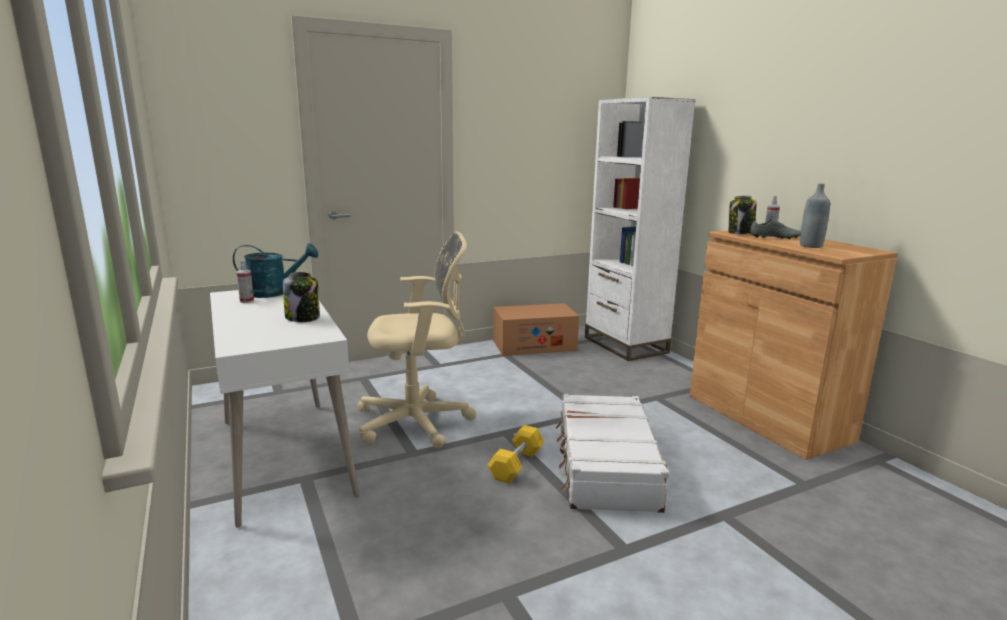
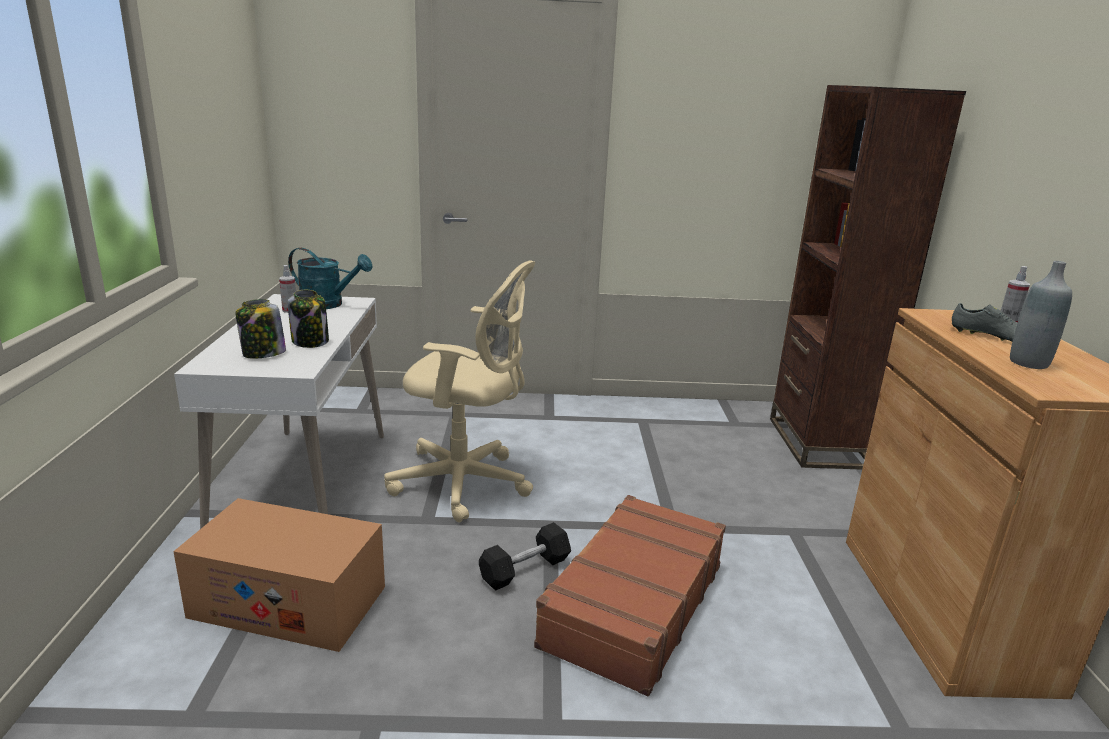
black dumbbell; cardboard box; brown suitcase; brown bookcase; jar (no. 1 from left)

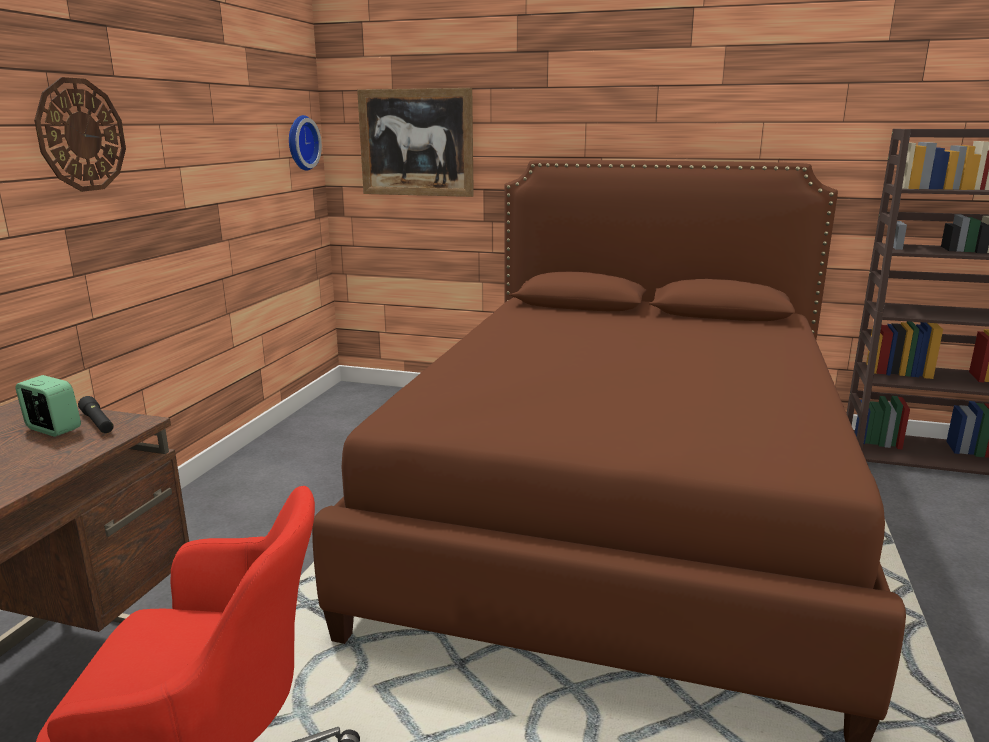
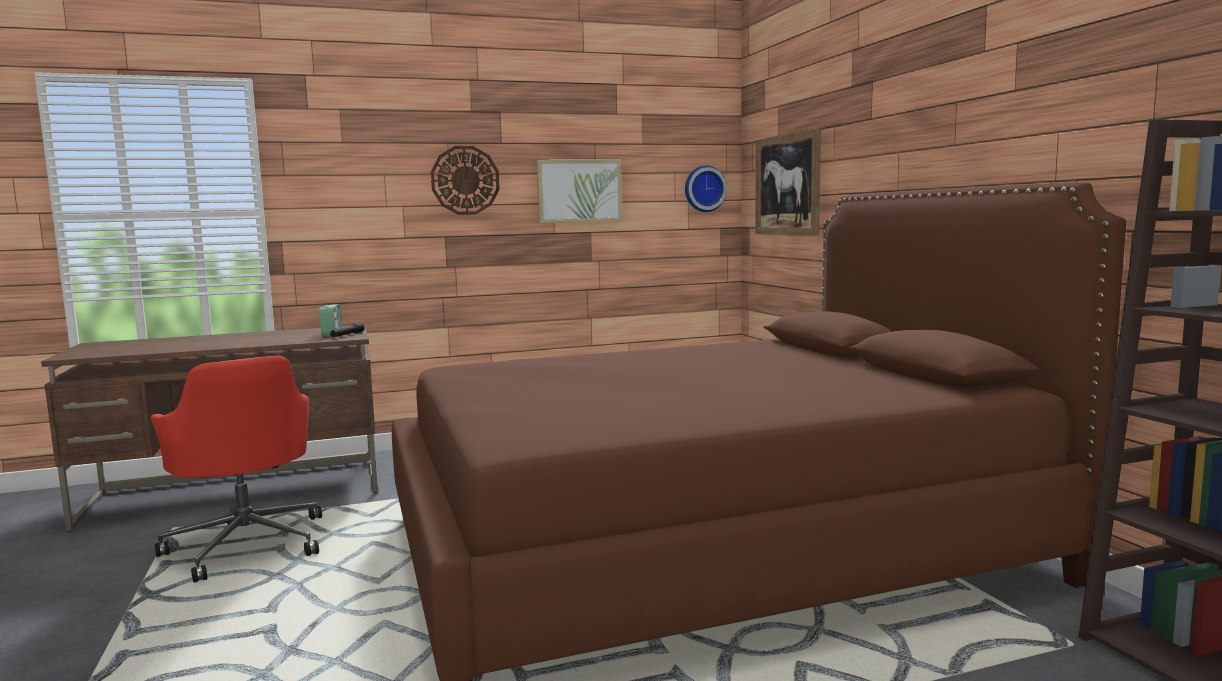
picture (no. 1 from left)

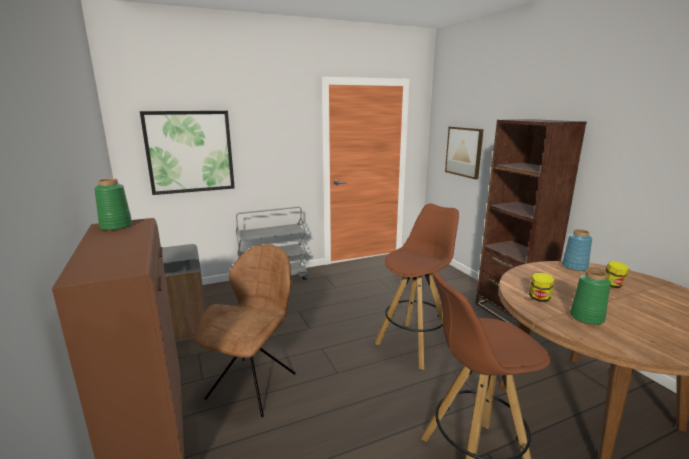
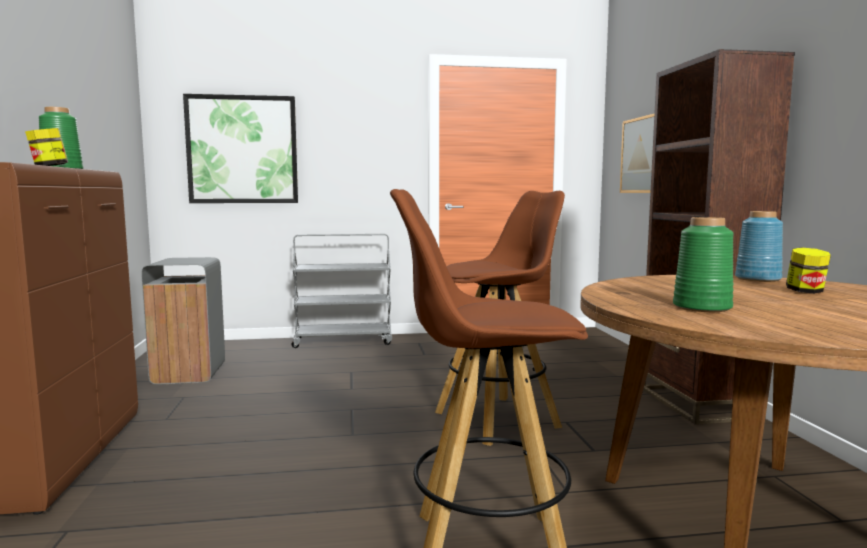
brown chair; jar (no. 1 from left)

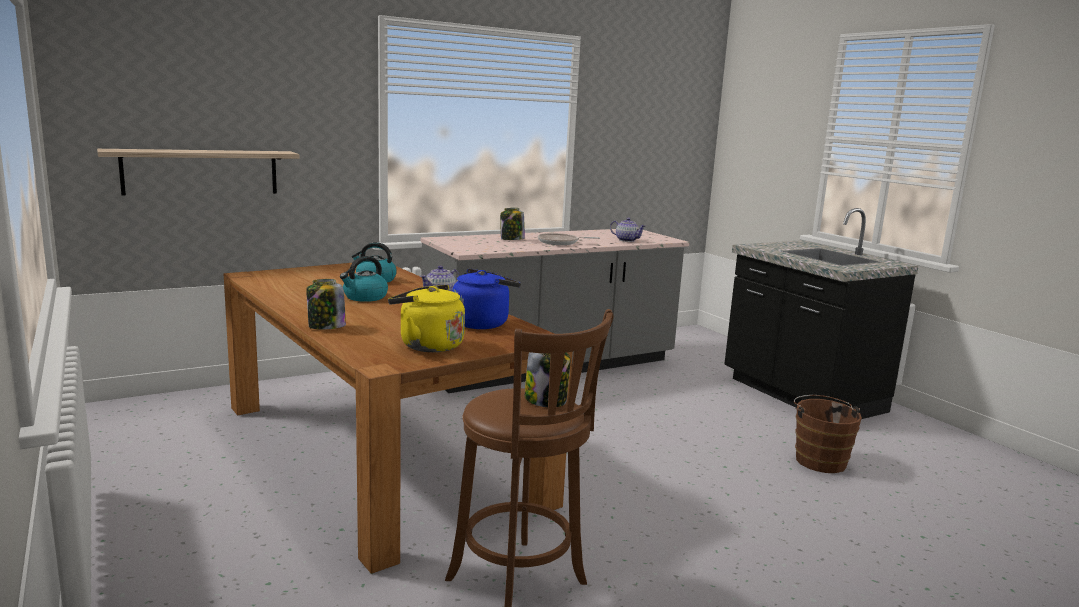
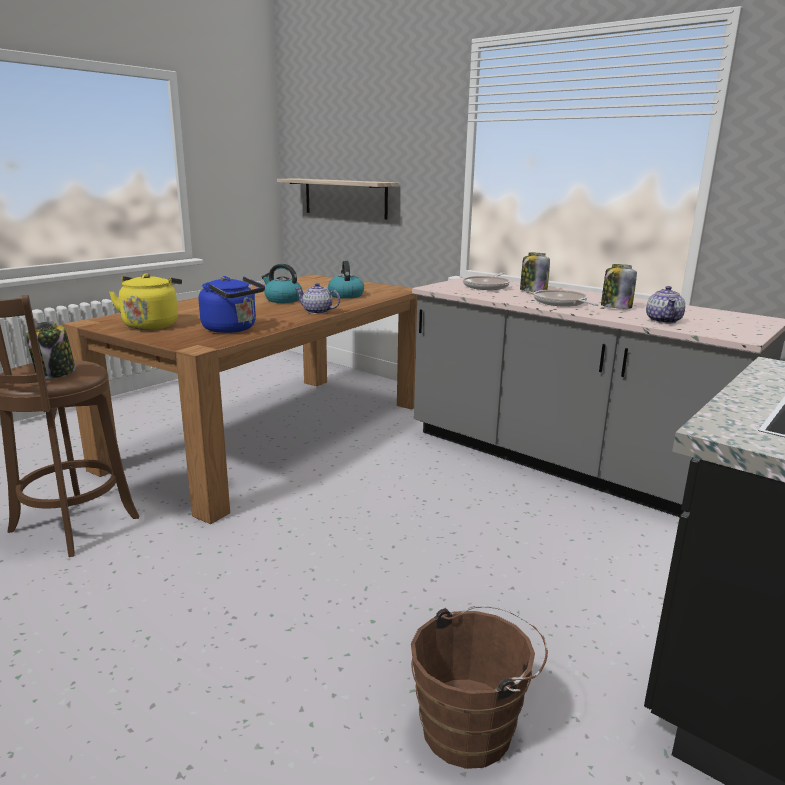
jar (no. 3 from left); frying pan (no. 1 from left)

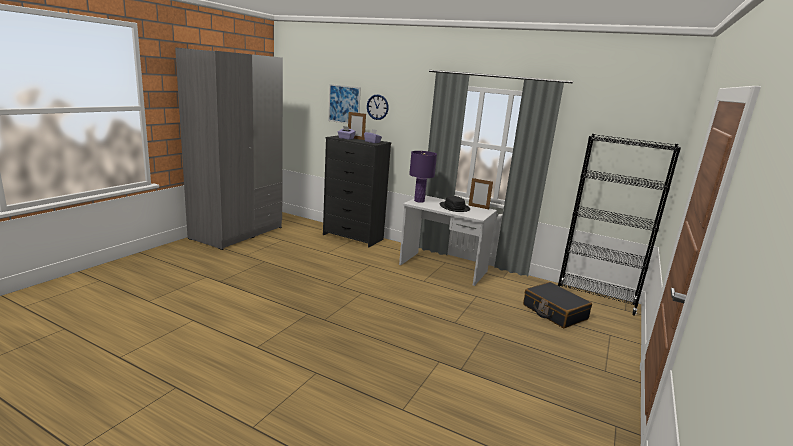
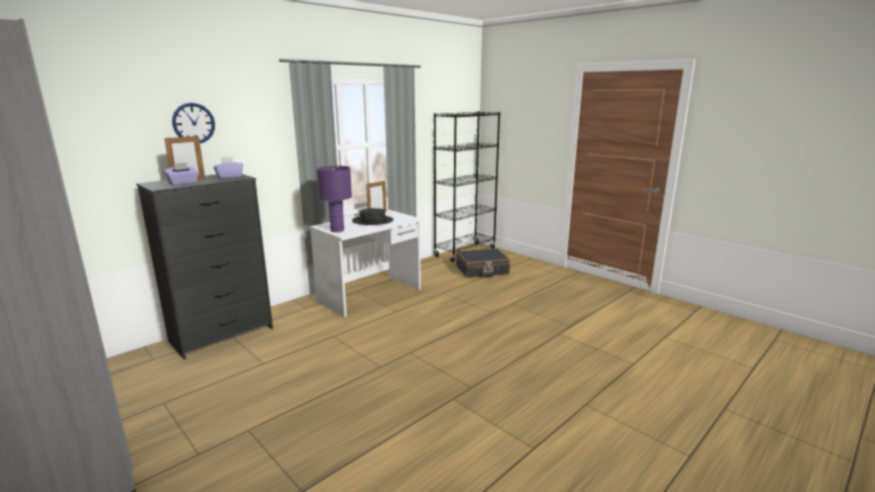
picture

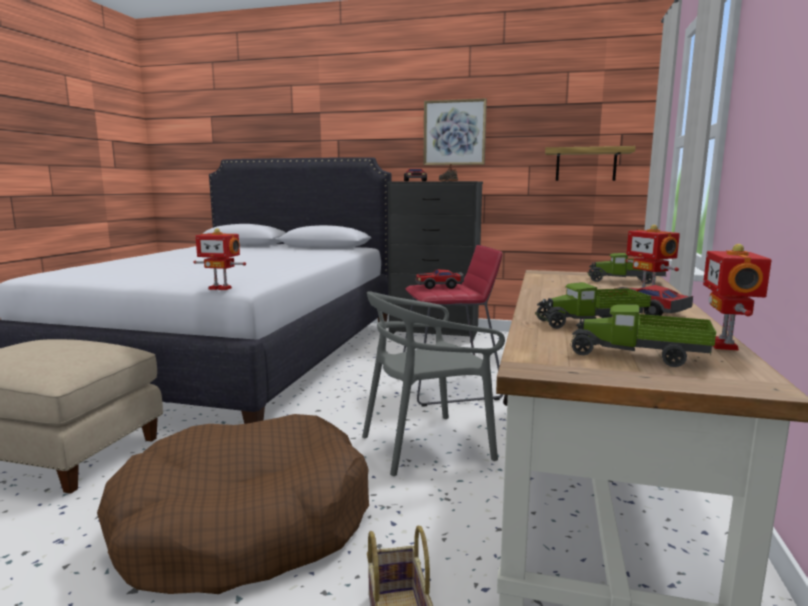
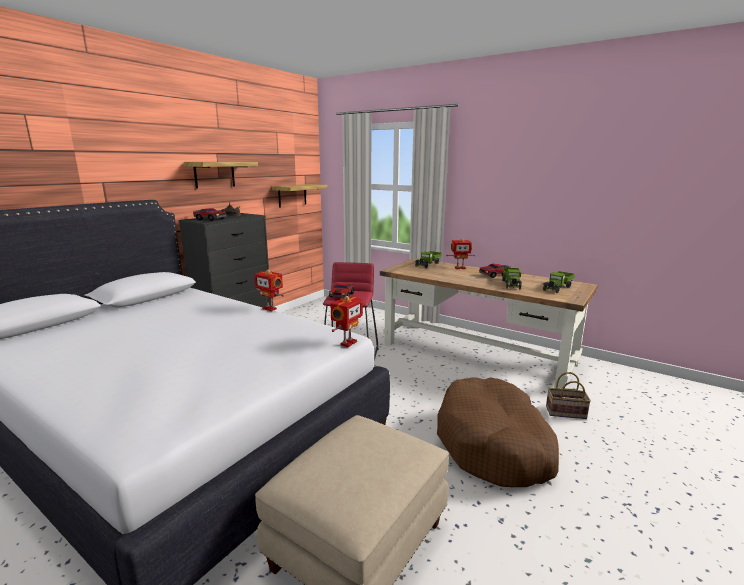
grey chair; shelf (no. 1 from left); toy robot (no. 1 from left)

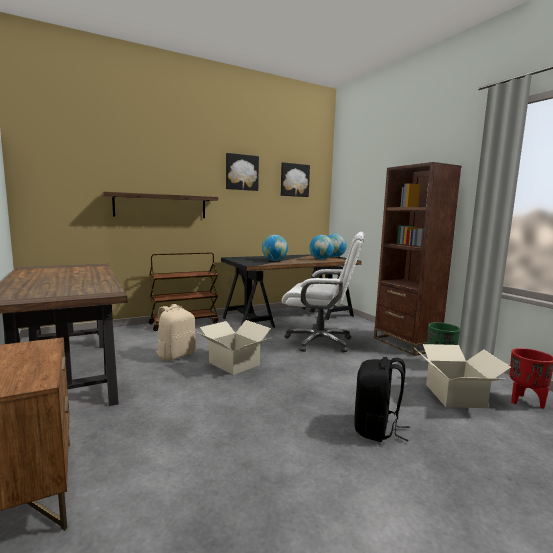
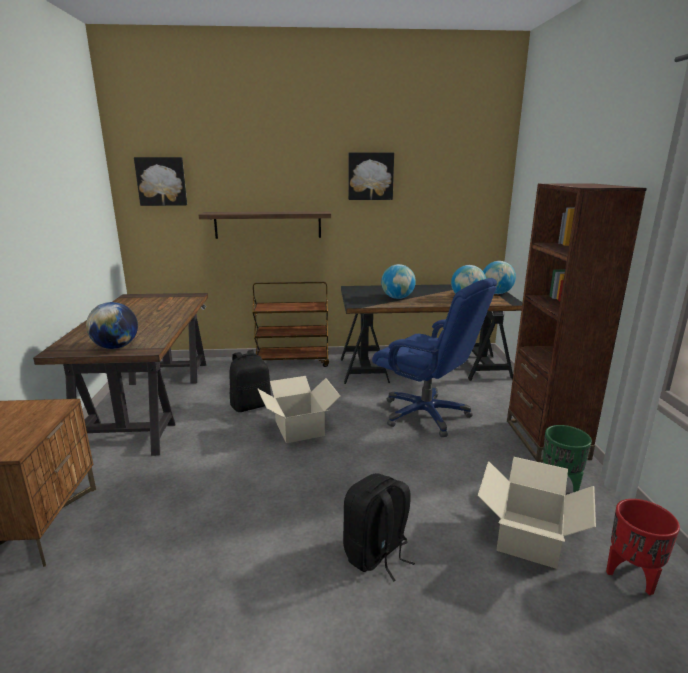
black backpack (no. 1 from left); picture (no. 1 from left); blue office chair; globe (no. 1 from left)

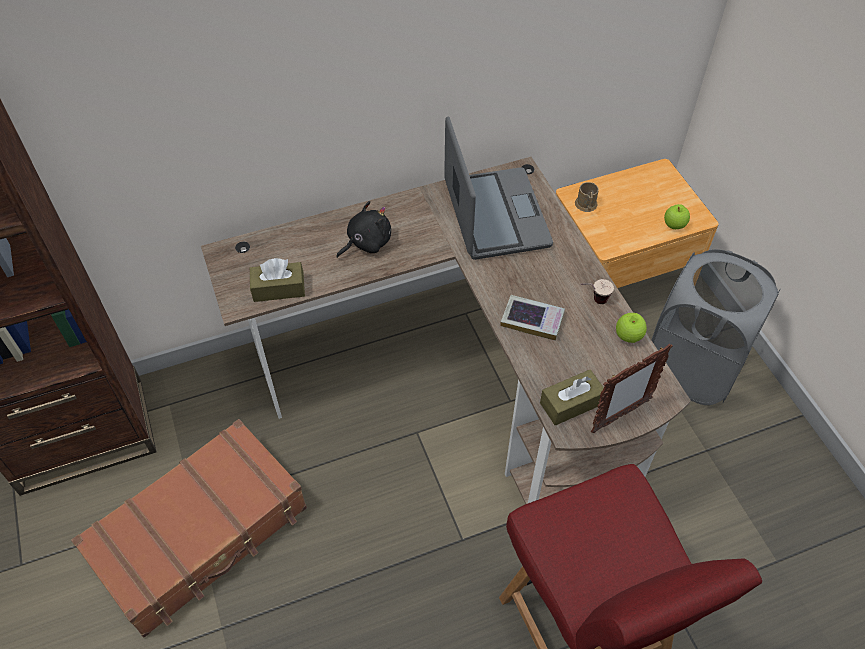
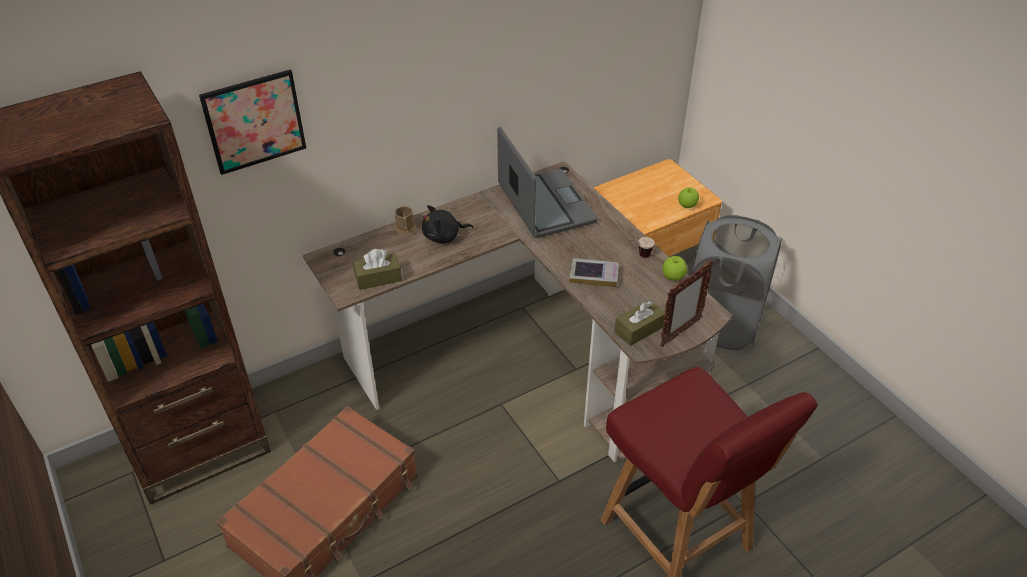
black plush toy; brown mug; picture

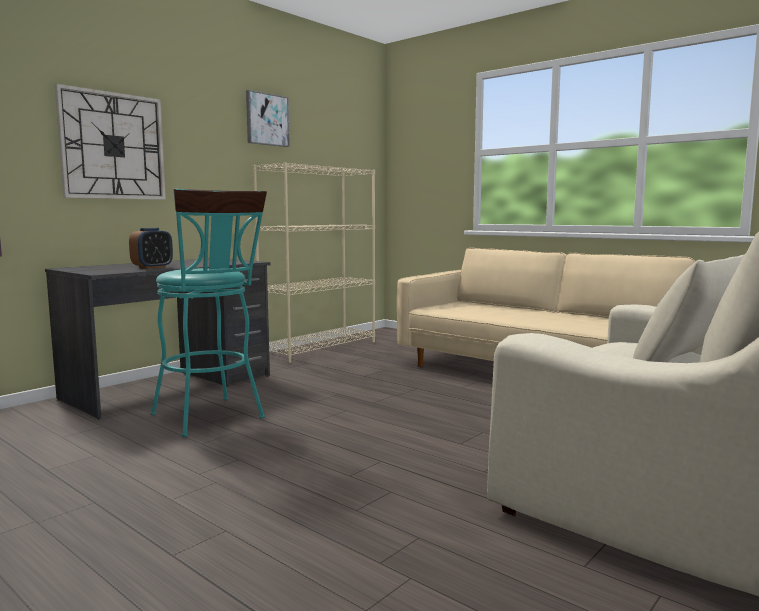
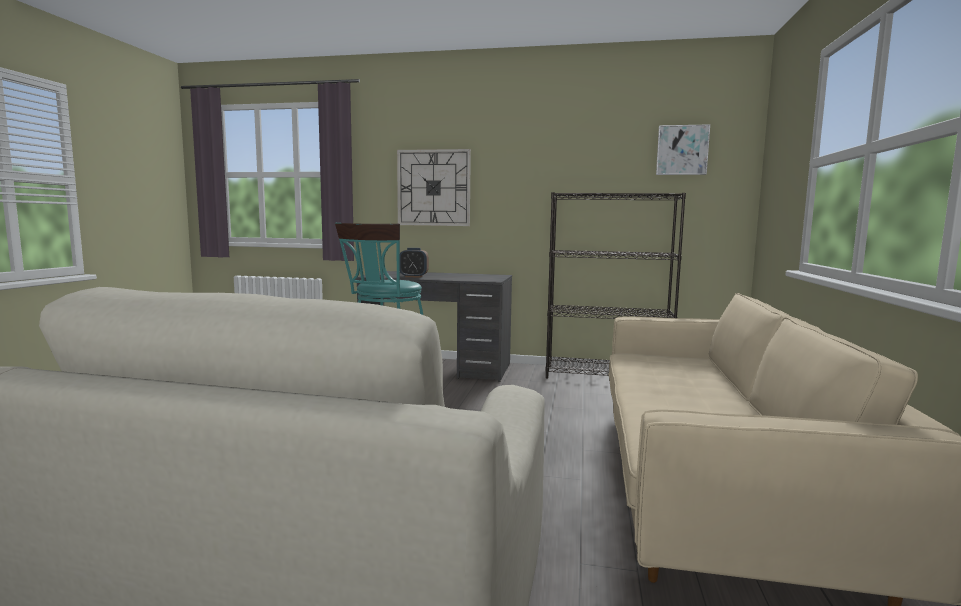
picture; black bookcase

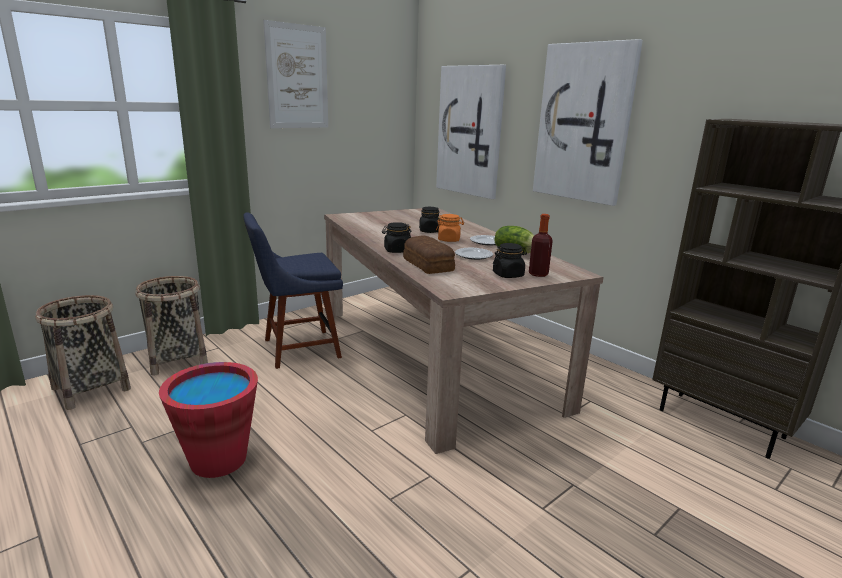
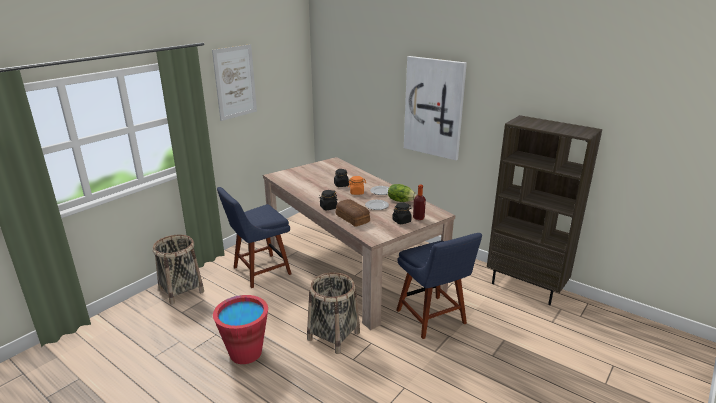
basket (no. 2 from left); picture (no. 2 from left in the first image); blue chair (no. 2 from left)

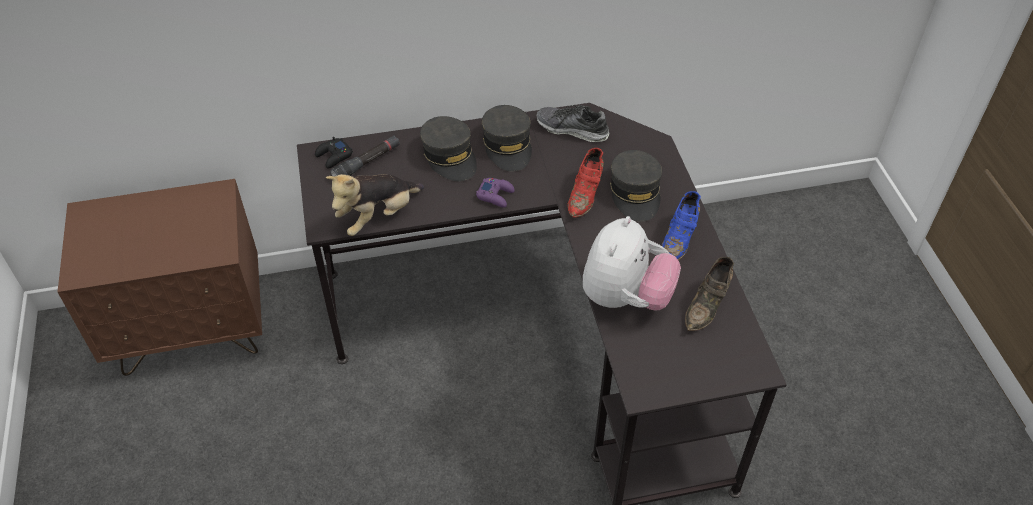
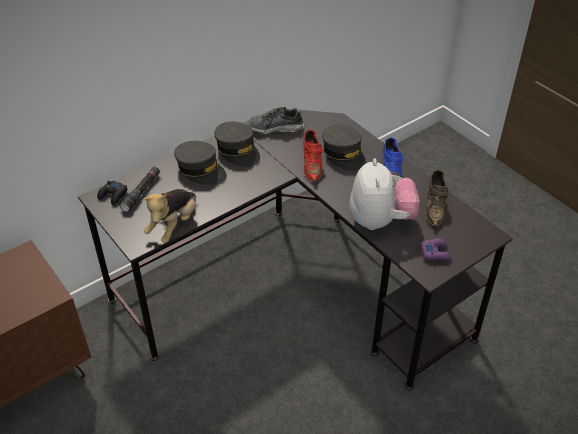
purple game controller

